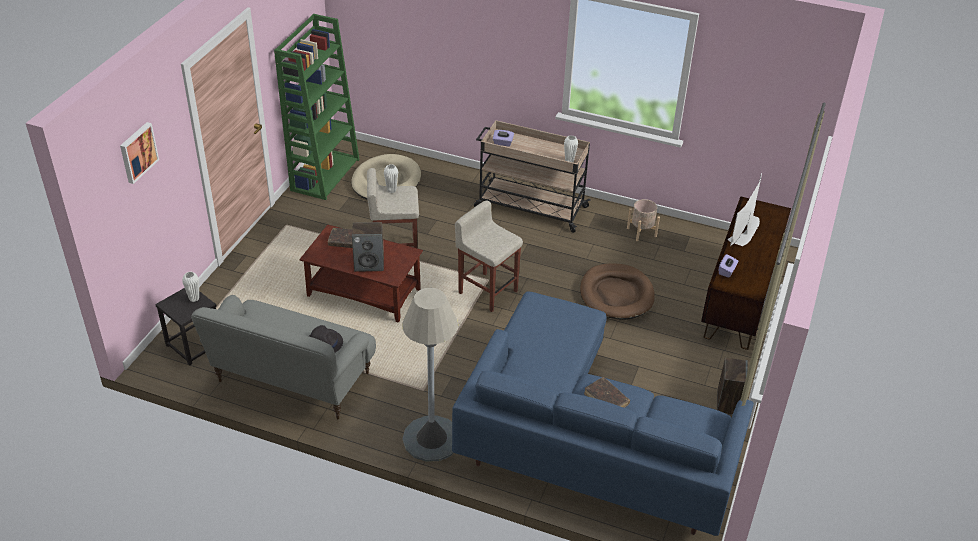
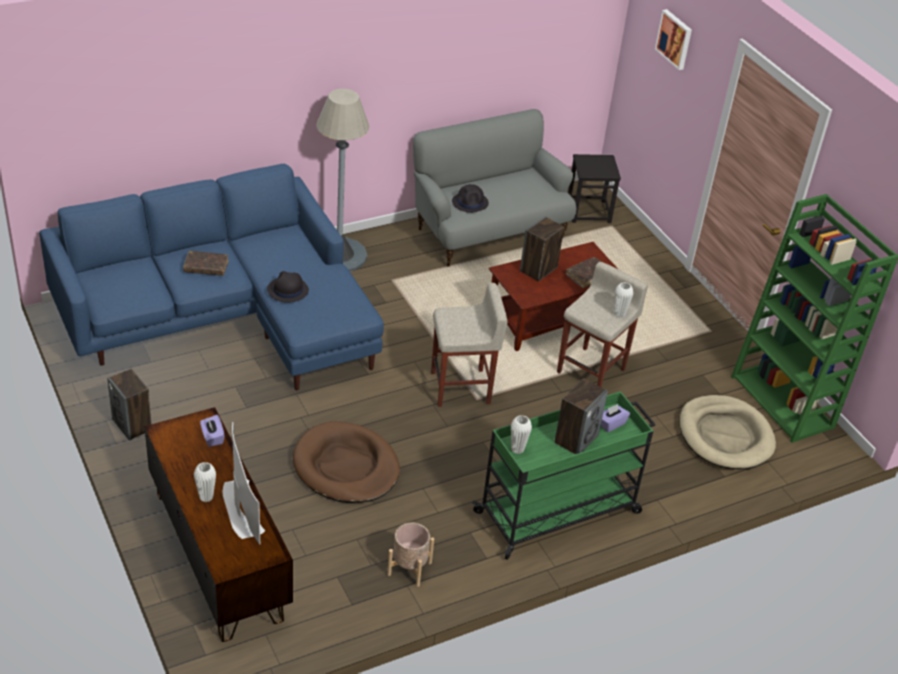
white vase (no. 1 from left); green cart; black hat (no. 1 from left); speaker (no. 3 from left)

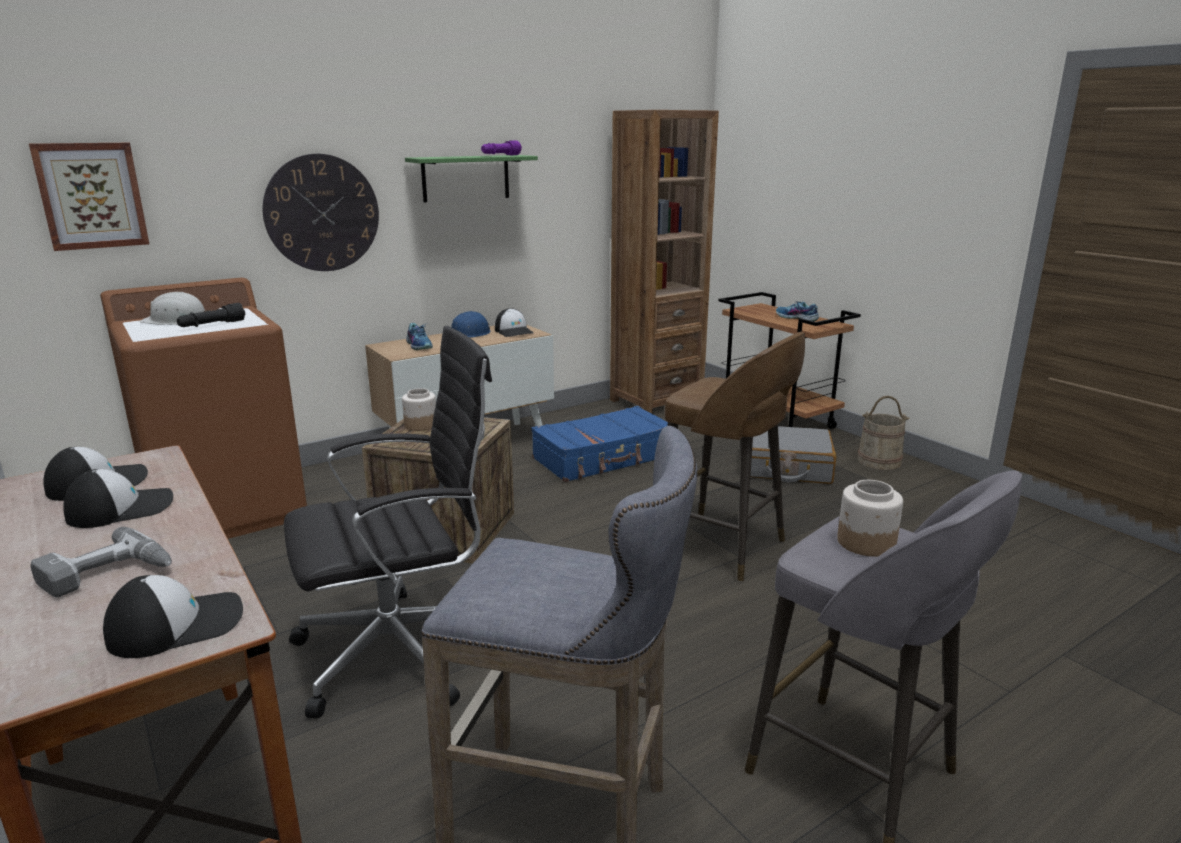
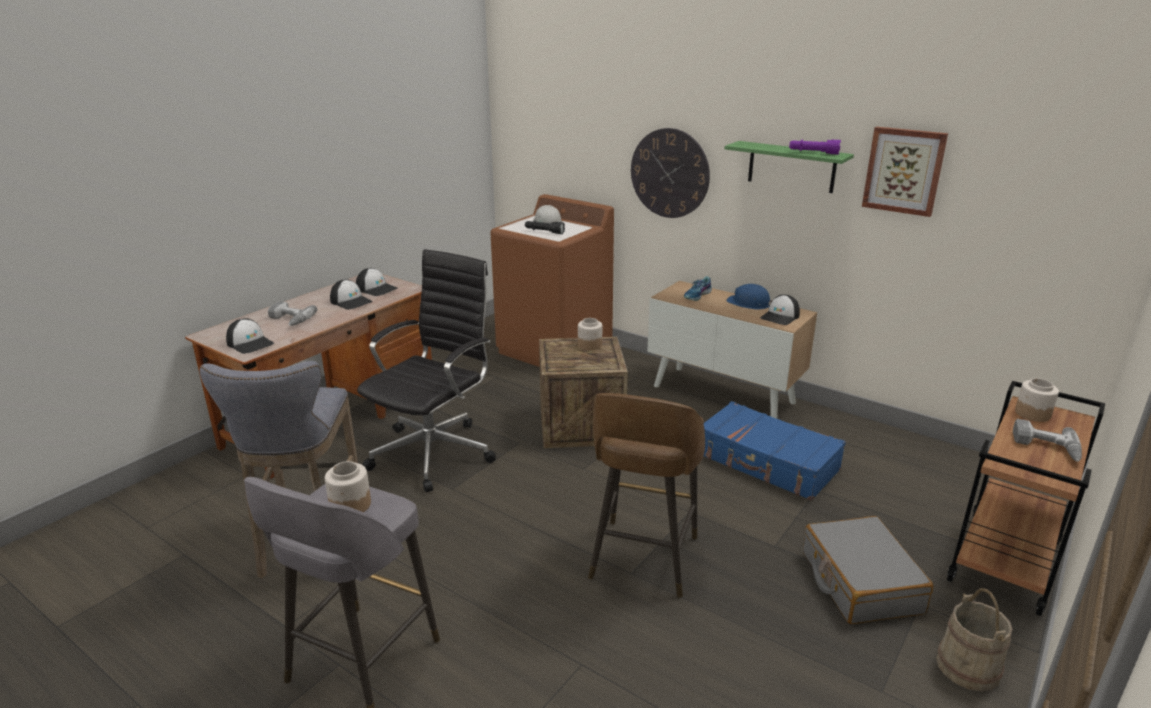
picture; black office chair; brown bookcase; power drill (no. 2 from left); jar (no. 3 from left)

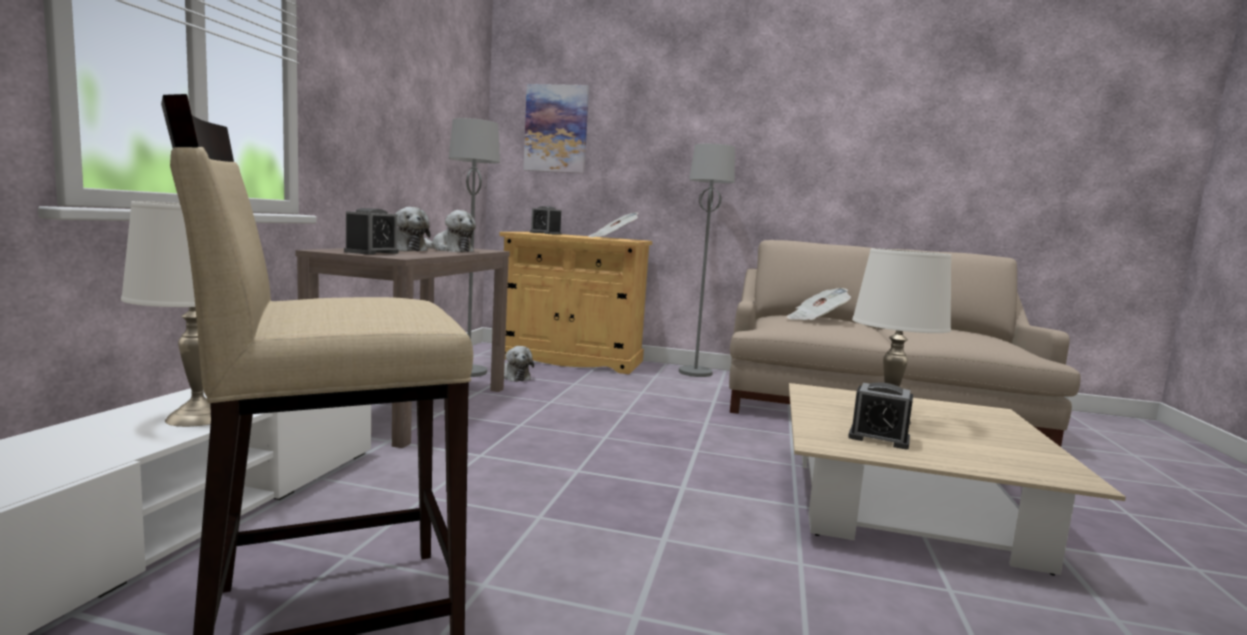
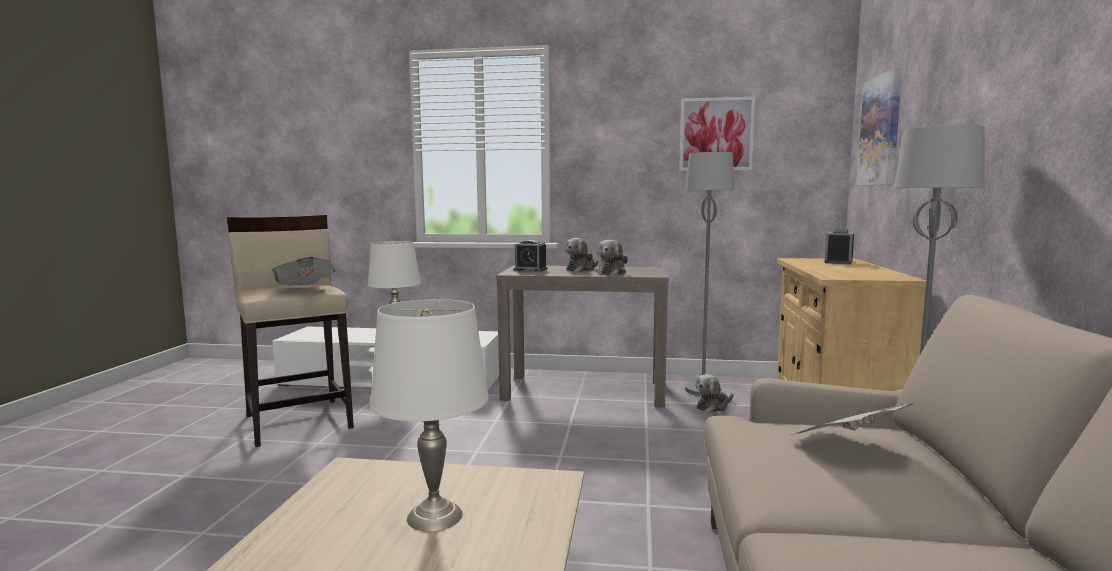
newspaper (no. 1 from left); alarm clock (no. 3 from left in the first image); picture (no. 1 from left)

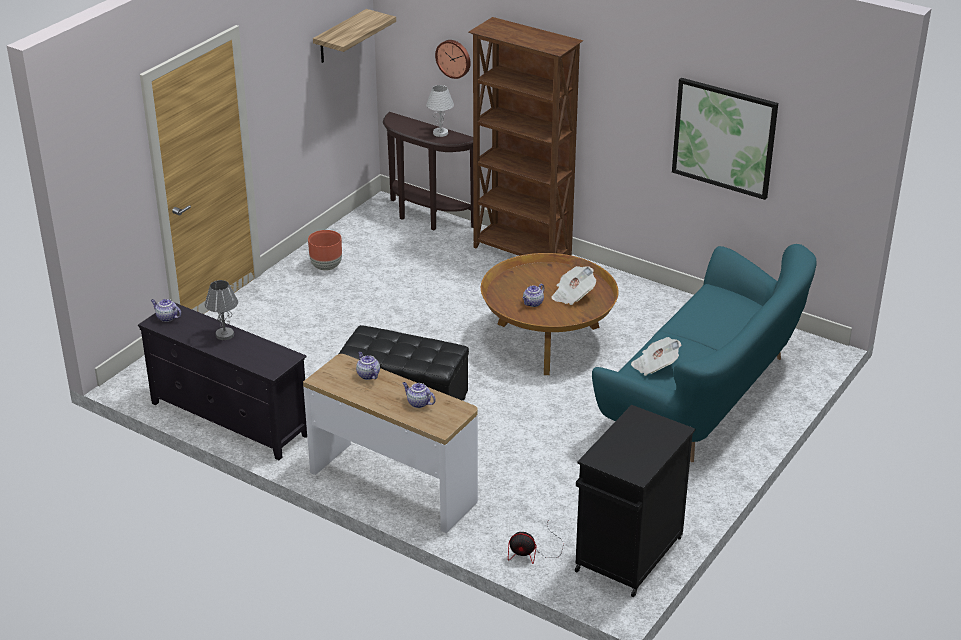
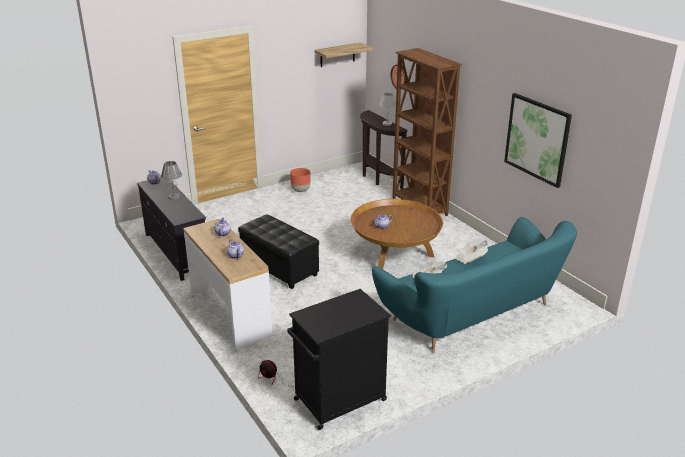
newspaper (no. 2 from left)

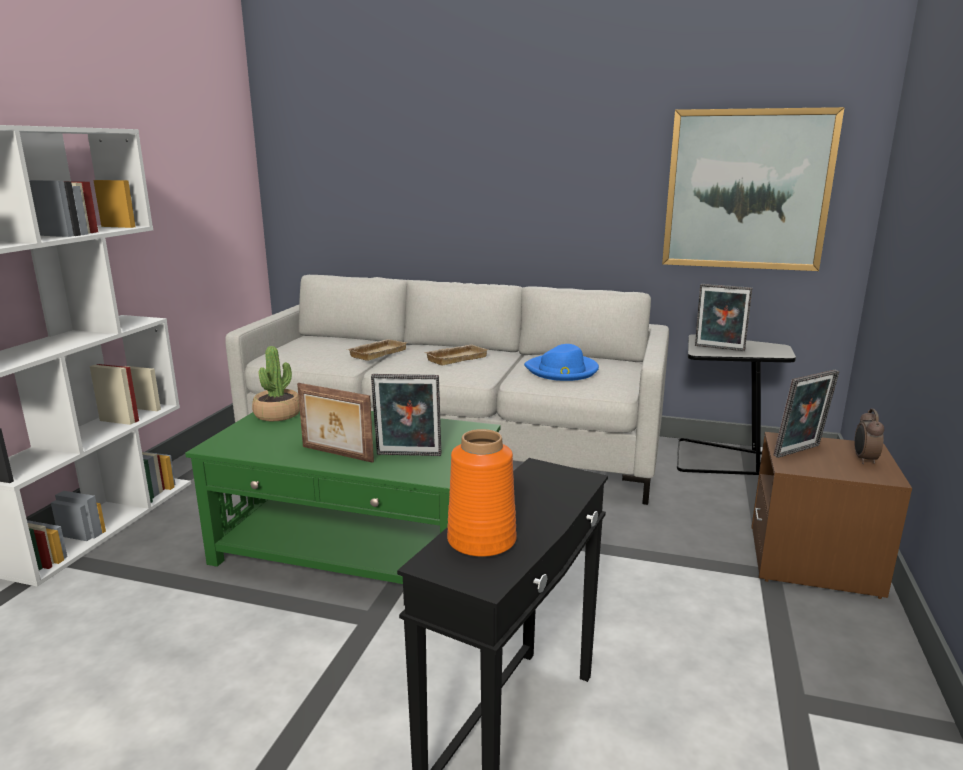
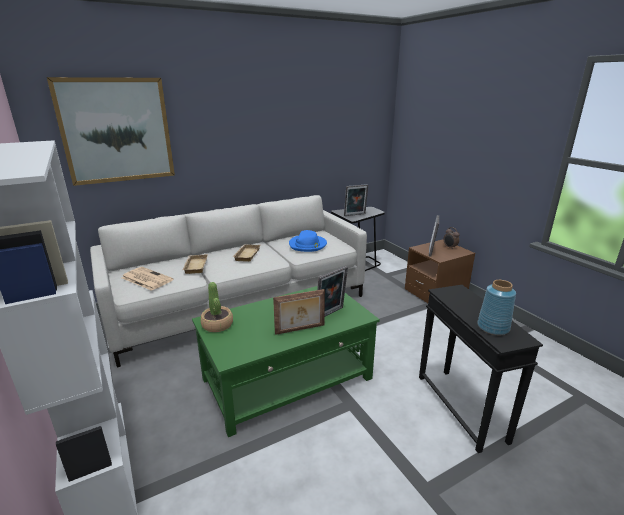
blue vase; picture; newspaper

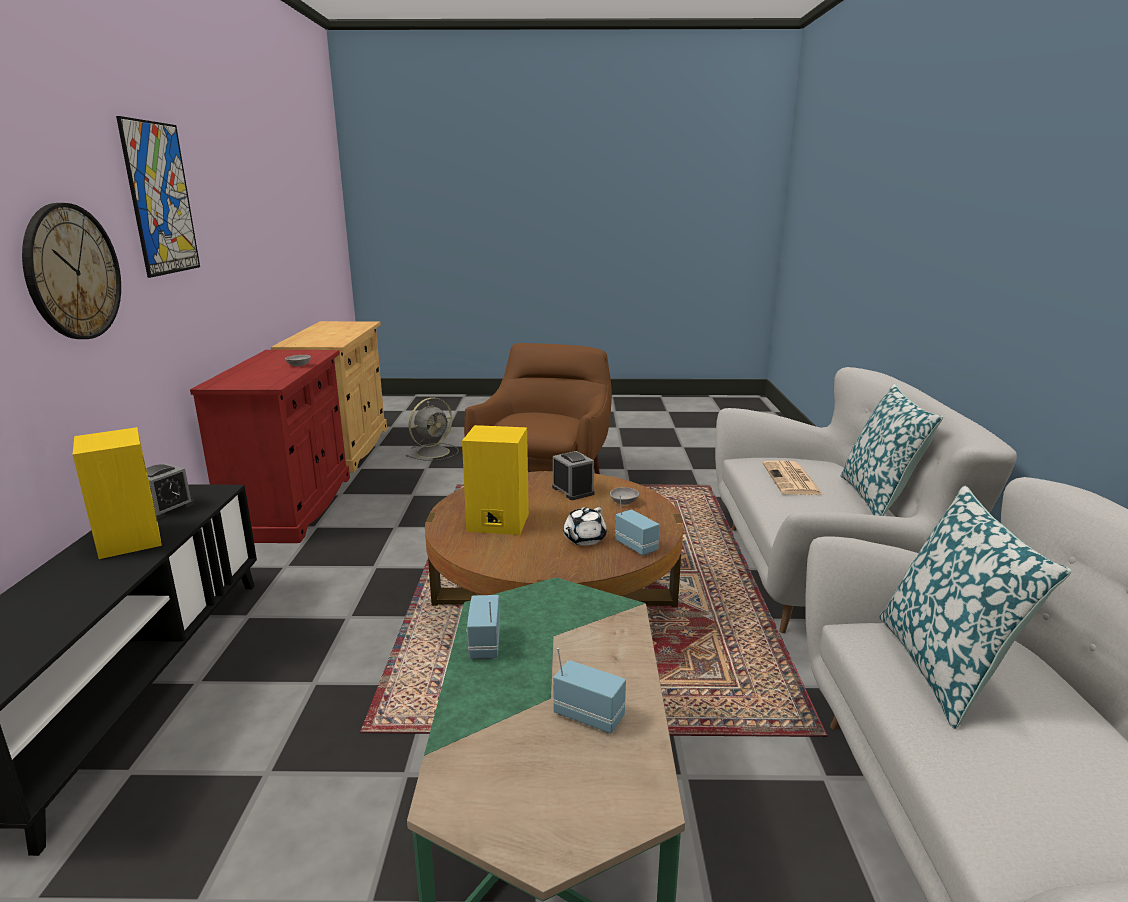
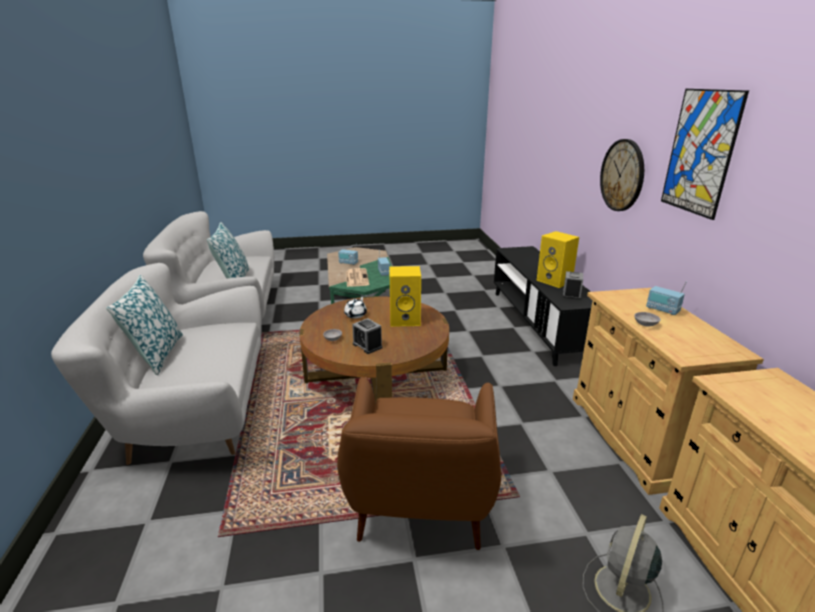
beige cabinet (no. 1 from left); radio (no. 3 from left); newspaper

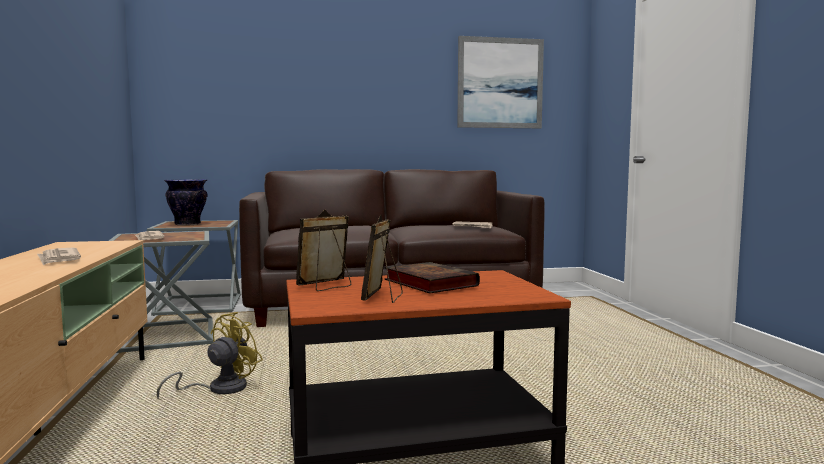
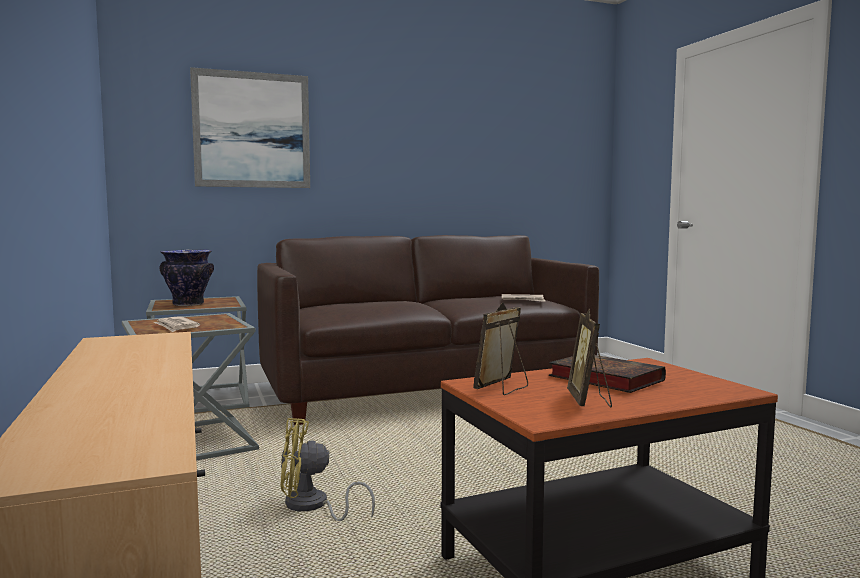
newspaper (no. 1 from left in the first image); yellow fan; picture

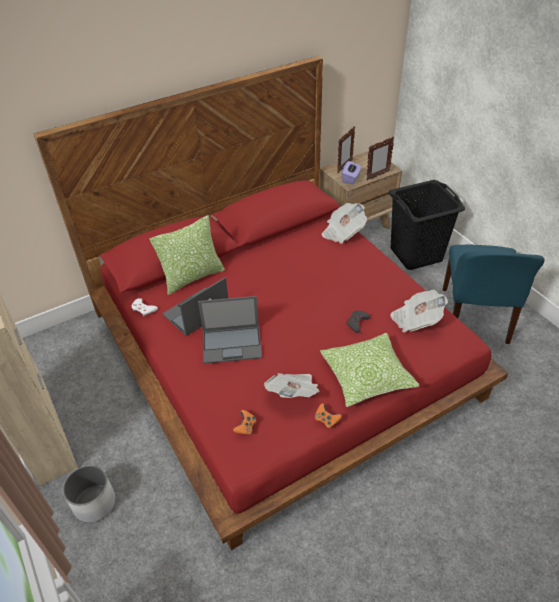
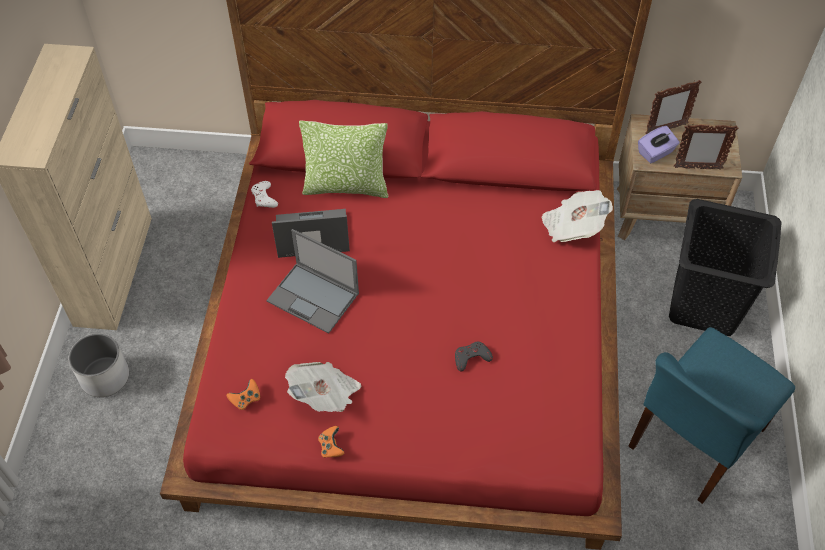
pillow (no. 2 from left in the first image); newspaper (no. 3 from left in the first image)

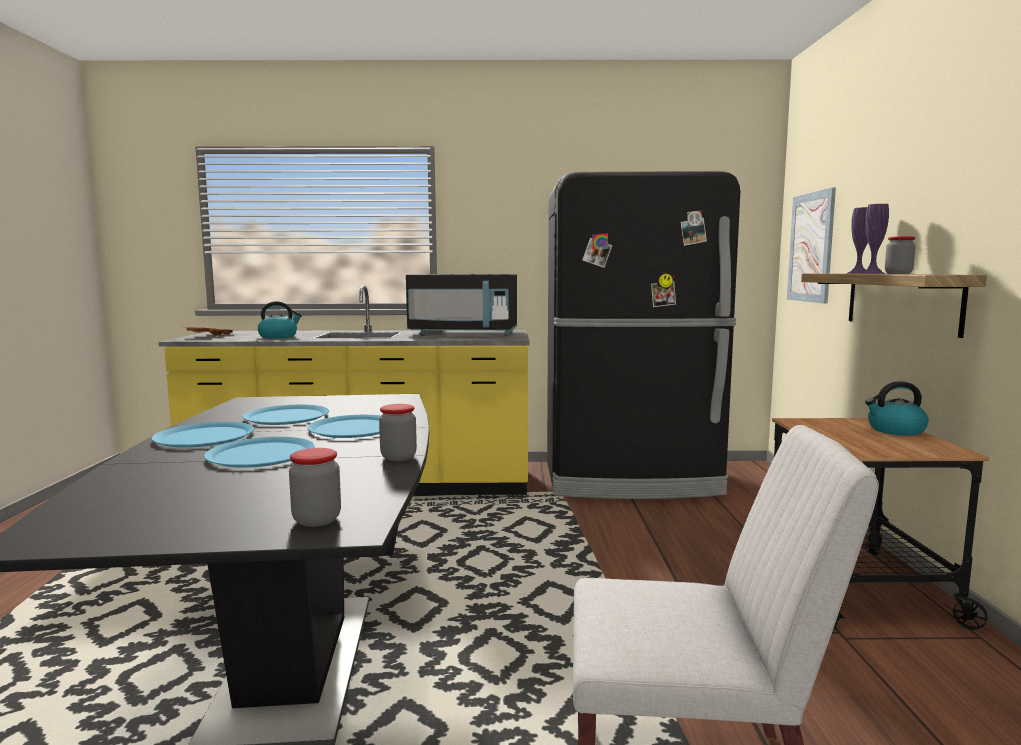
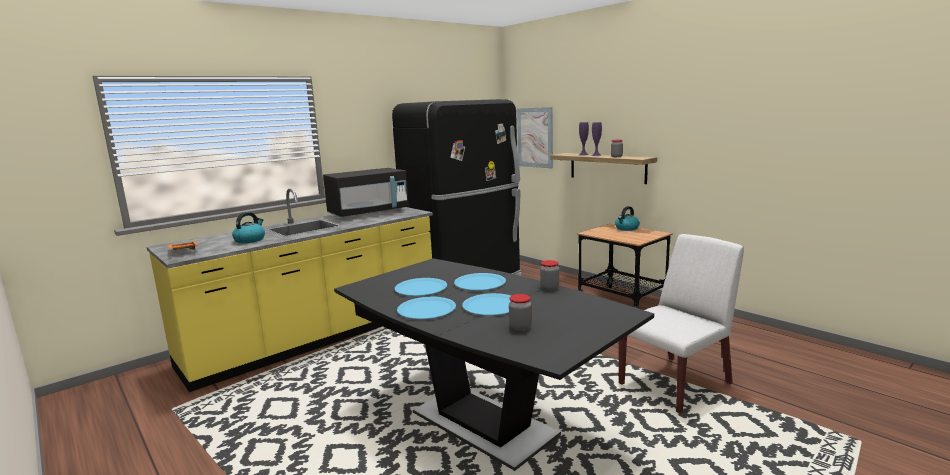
jar (no. 1 from left)

